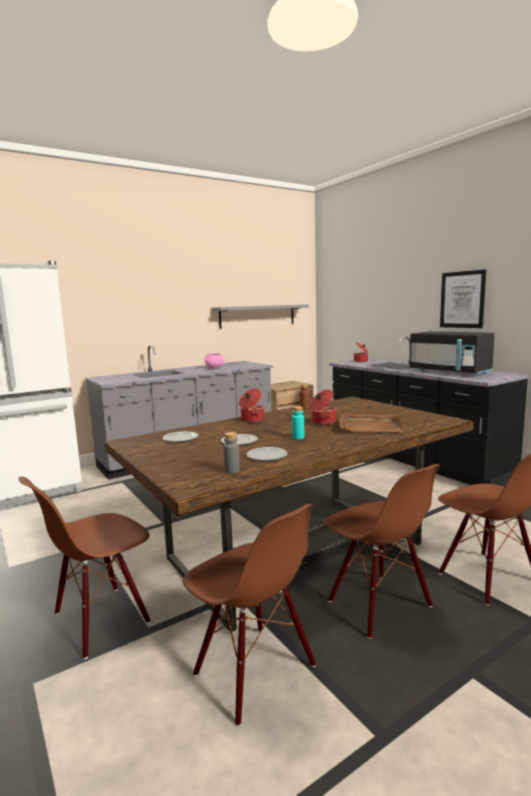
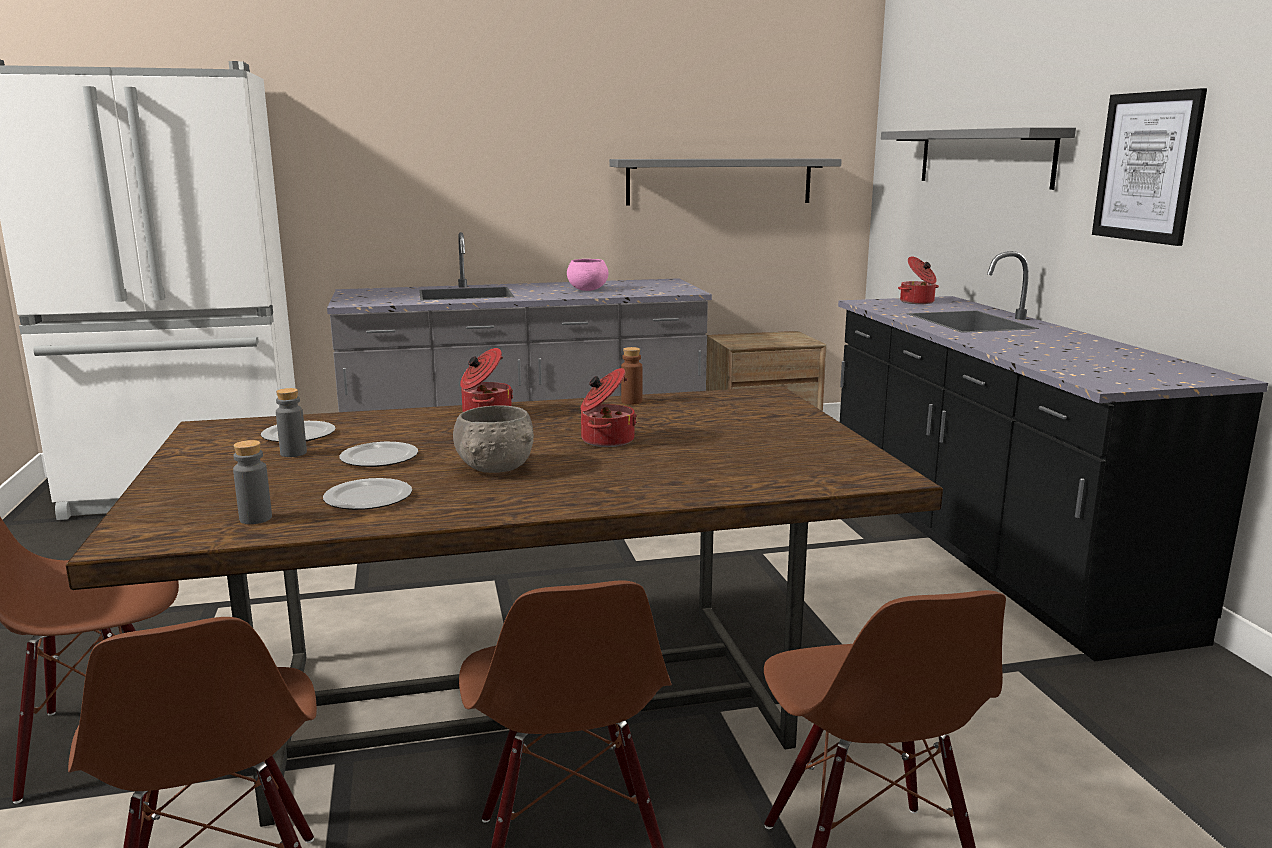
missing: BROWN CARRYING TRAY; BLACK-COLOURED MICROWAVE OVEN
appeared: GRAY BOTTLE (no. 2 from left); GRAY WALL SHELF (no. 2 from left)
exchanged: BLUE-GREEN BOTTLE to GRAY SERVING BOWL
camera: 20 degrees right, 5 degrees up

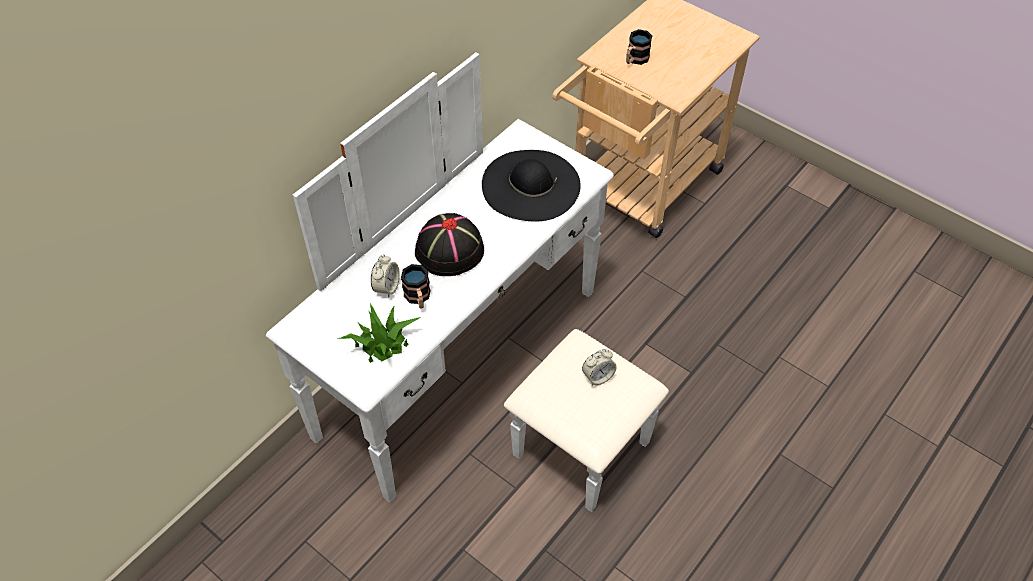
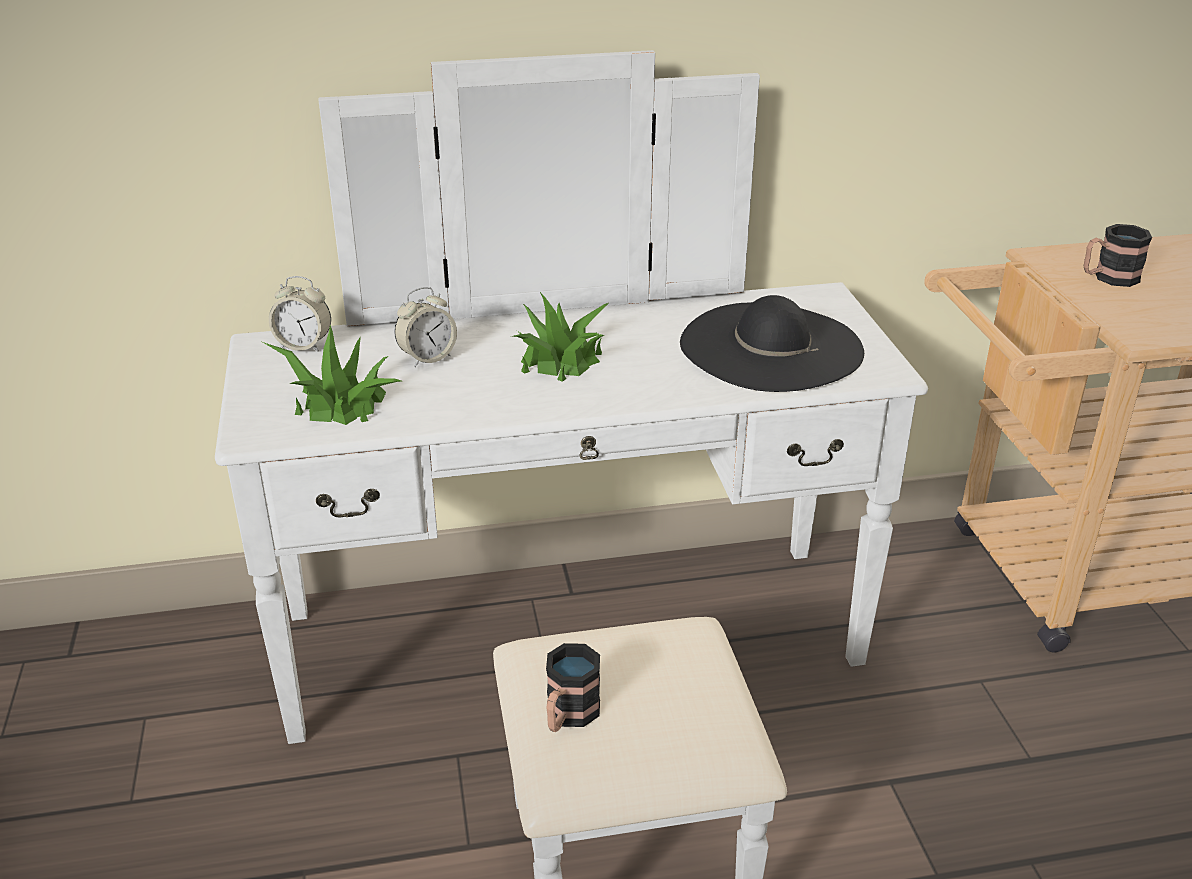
relocated: TEA MUG (no. 1 from left); TABLE CLOCK (no. 2 from left in the first image) to TABLE CLOCK (no. 1 from left)
exchanged: BLACK-COLOURED WEARABLE HAT (no. 1 from left) to POTTED PLANT (no. 2 from left)
camera: 40 degrees right, 20 degrees down

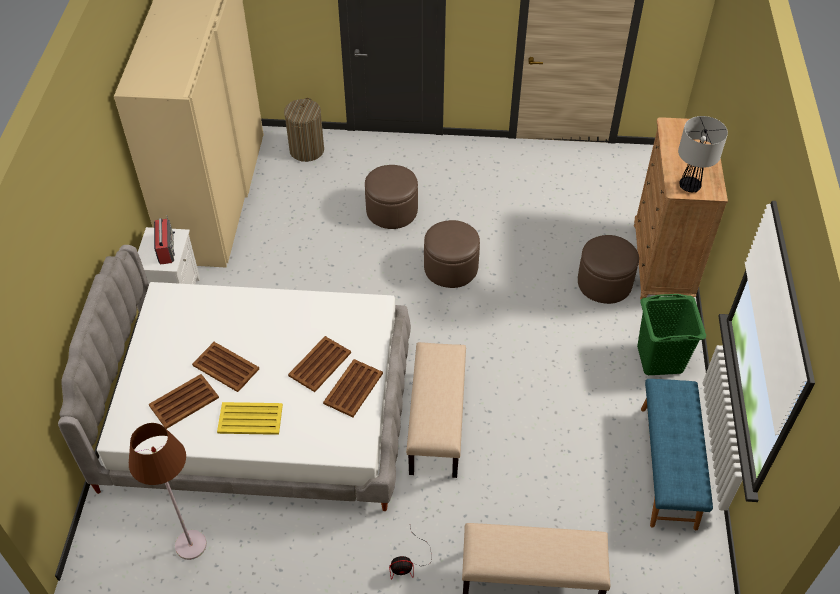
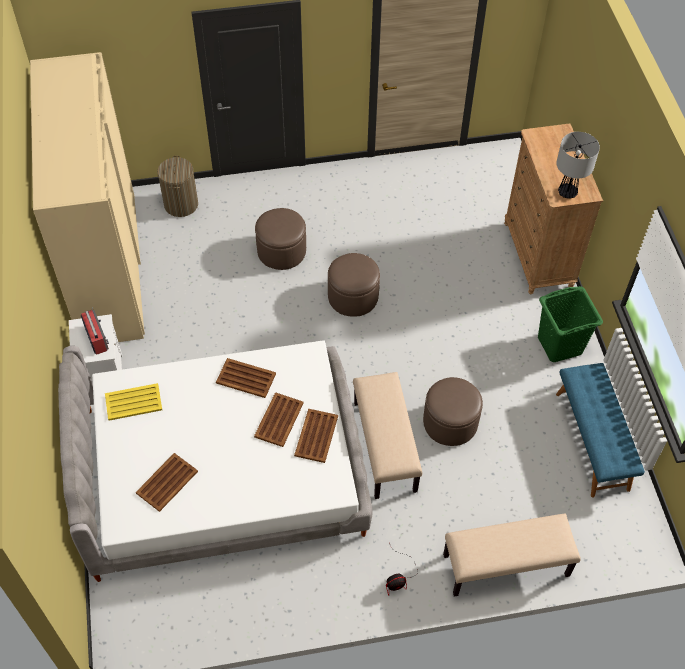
missing: BROWN FLOOR LAMP
relocated: BROWN CARRYING TRAY (no. 2 from left); YELLOW CARRYING TRAY; BROWN OTTOMAN (no. 3 from left)
camera: 15 degrees left, 5 degrees up

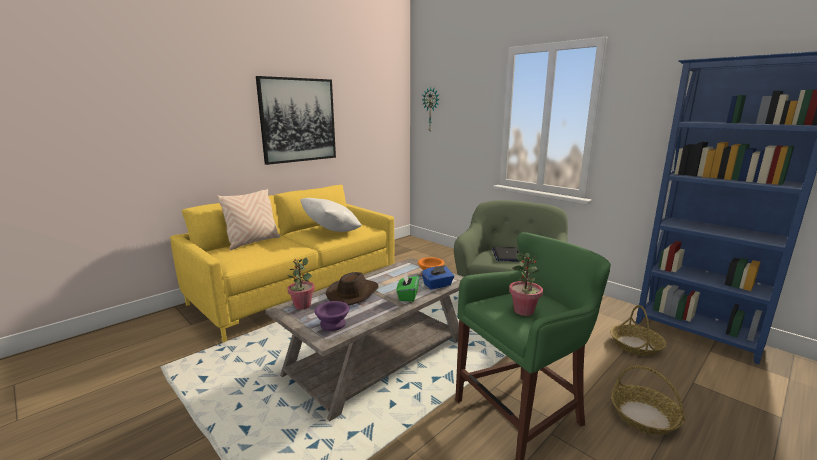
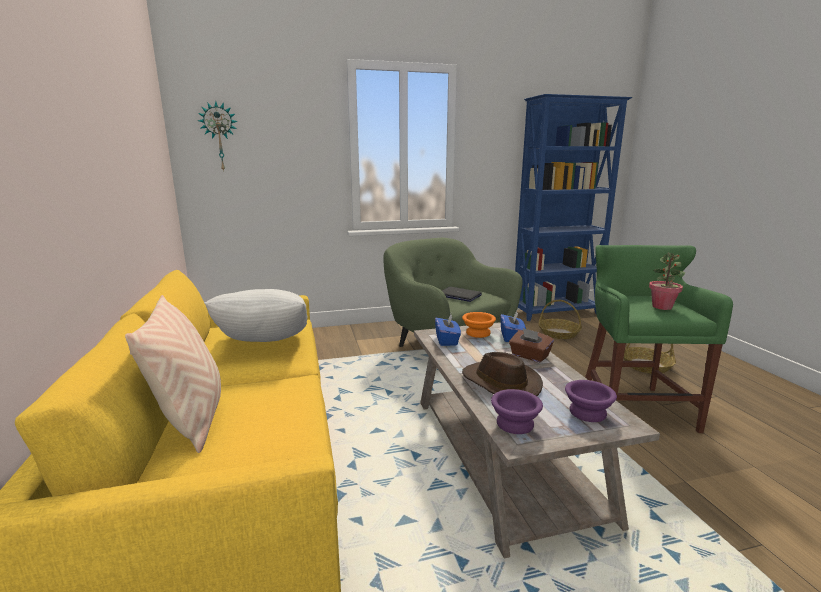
missing: PICTURE
appeared: BLUISH TISSUE HOLDER (no. 1 from left)
exchanged: POTTED PLANT (no. 1 from left) to PURPLISH SERVING BOWL (no. 1 from left)
colour: GREEN-COLOURED TISSUE HOLDER to BROWN TISSUE HOLDER
camera: 60 degrees left, 0 degrees up

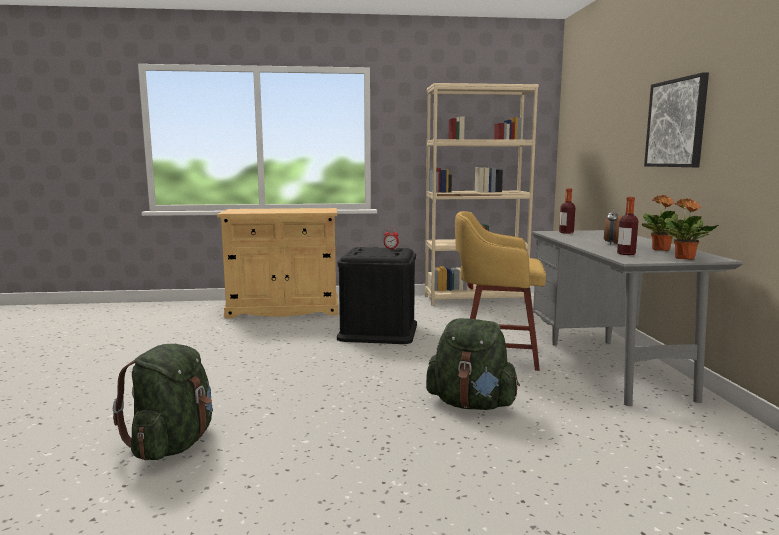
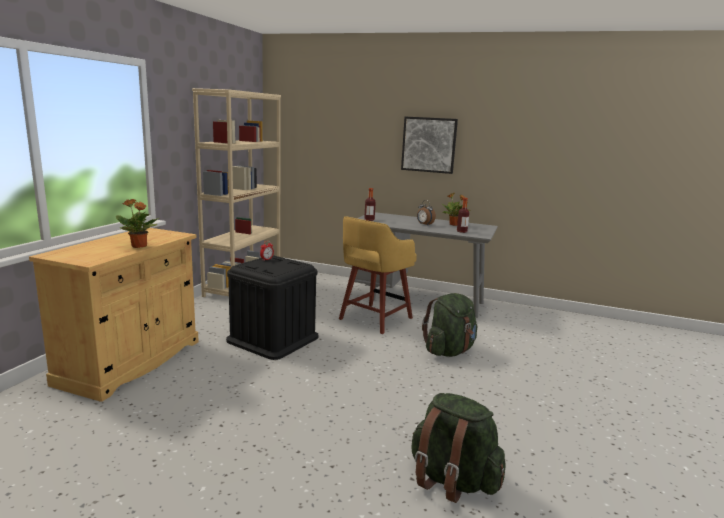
relocated: POTTED PLANT (no. 2 from left in the first image) to POTTED PLANT (no. 1 from left)
camera: 65 degrees left, 5 degrees up

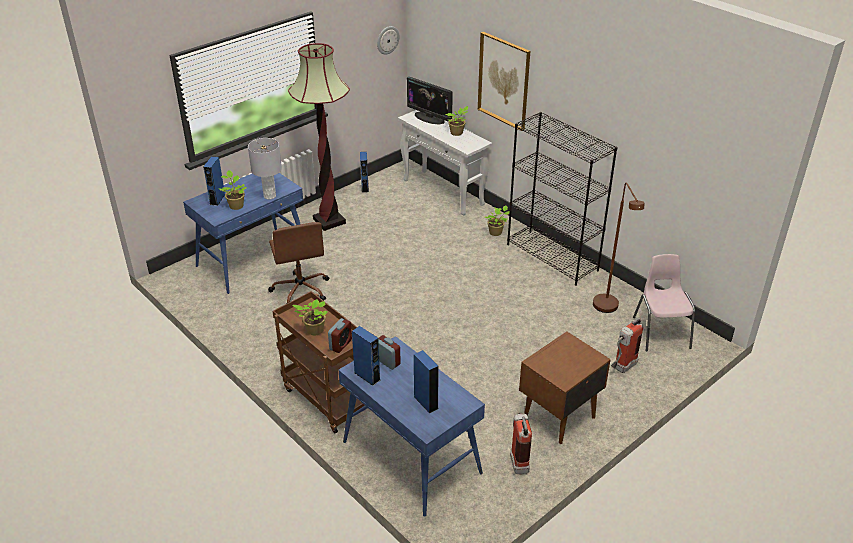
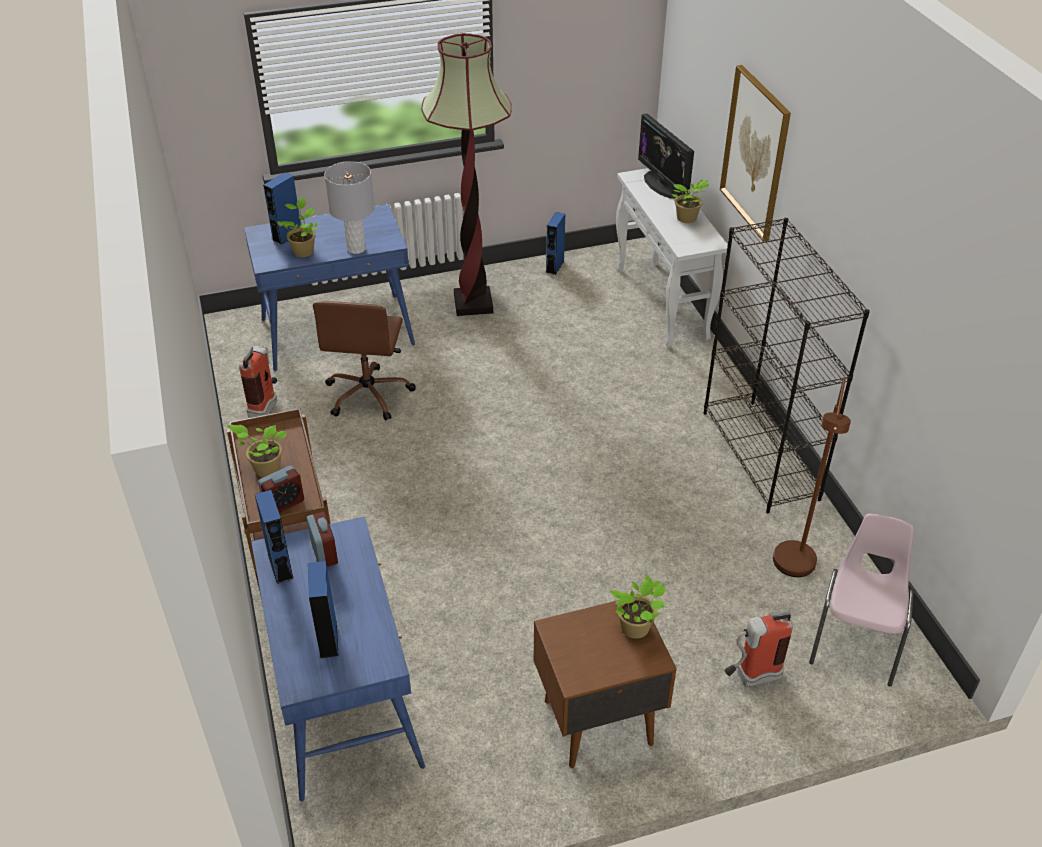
missing: WALL CLOCK
relocated: POTTED PLANT (no. 4 from left in the first image) to POTTED PLANT (no. 3 from left); FIRE-FIGHTING CYLINDER (no. 1 from left)
camera: 25 degrees right, 5 degrees up

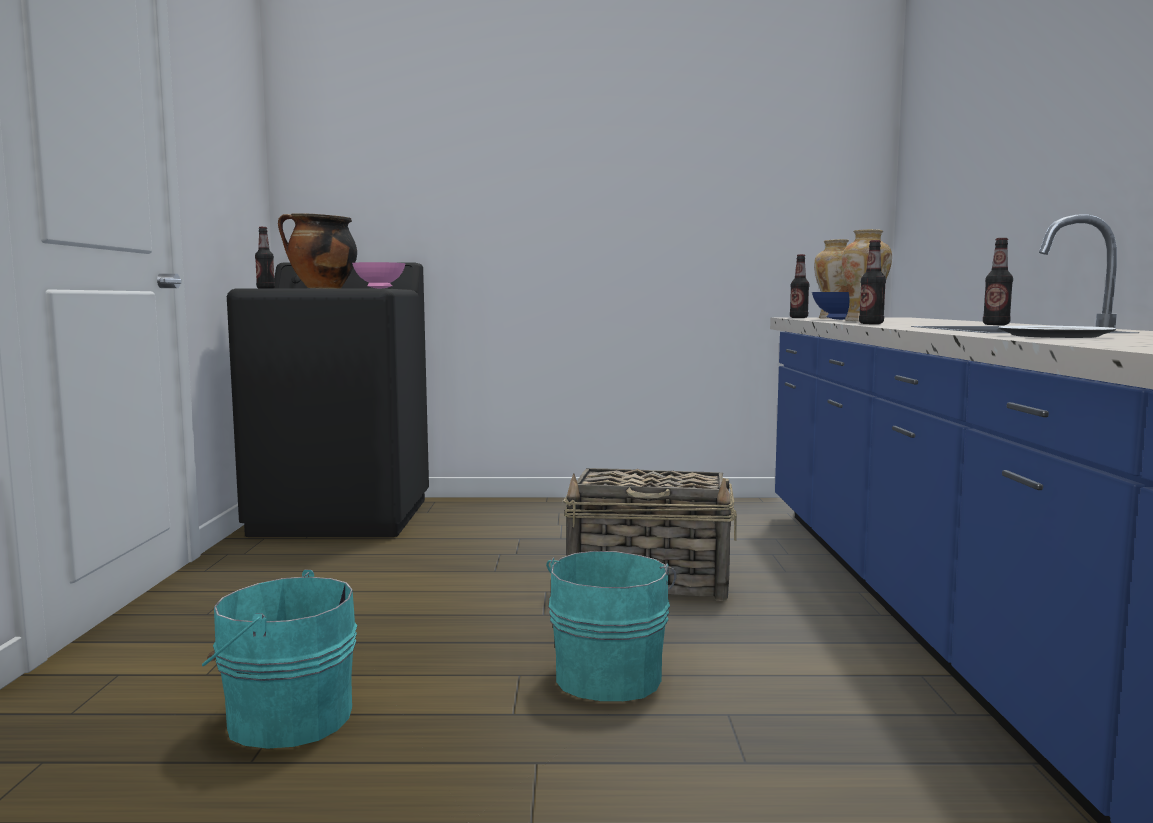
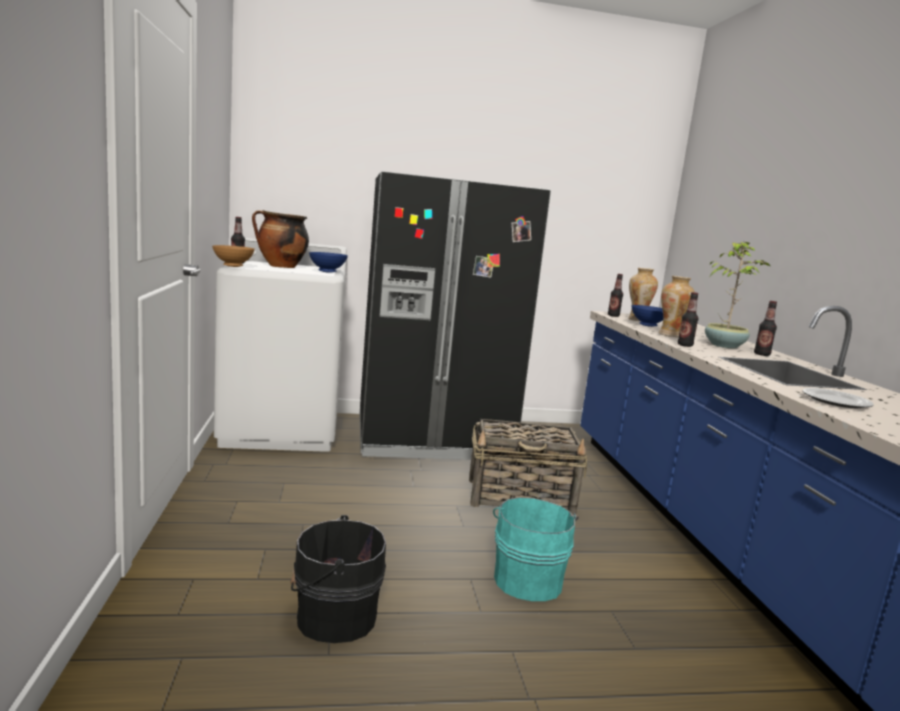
appeared: BROWN SERVING BOWL; BLACK-COLOURED REFRIGERATOR; POTTED PLANT
colour: BLUE-GREEN PAIL (no. 1 from left) to BLACK-COLOURED PAIL; BLACK-COLOURED LAUNDRY MACHINE to WHITISH LAUNDRY MACHINE; PINK SERVING BOWL to BLUISH SERVING BOWL (no. 1 from left)
camera: 10 degrees left, 5 degrees up

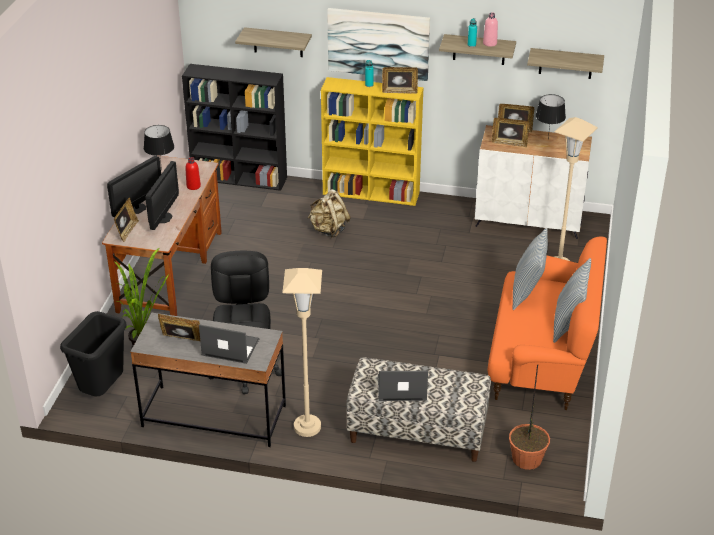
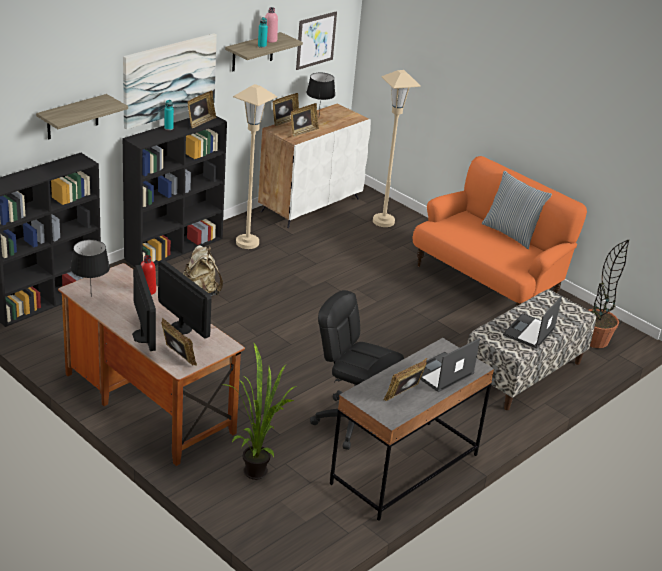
missing: BLACK-COLOURED RUBBISH BIN; CUSHION (no. 1 from left)
relocated: BEIGE FLOOR LAMP (no. 1 from left)
exchanged: WALL SHELF (no. 3 from left) to PICTURE (no. 2 from left)
colour: YELLOW BOOKCASE to BLACK-COLOURED BOOKCASE (no. 2 from left)
camera: 60 degrees left, 5 degrees down

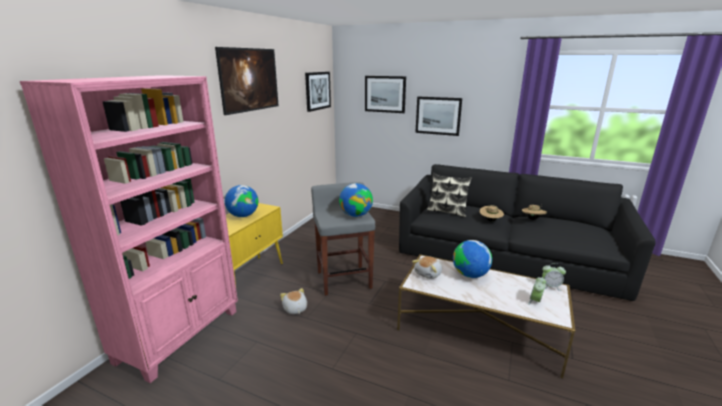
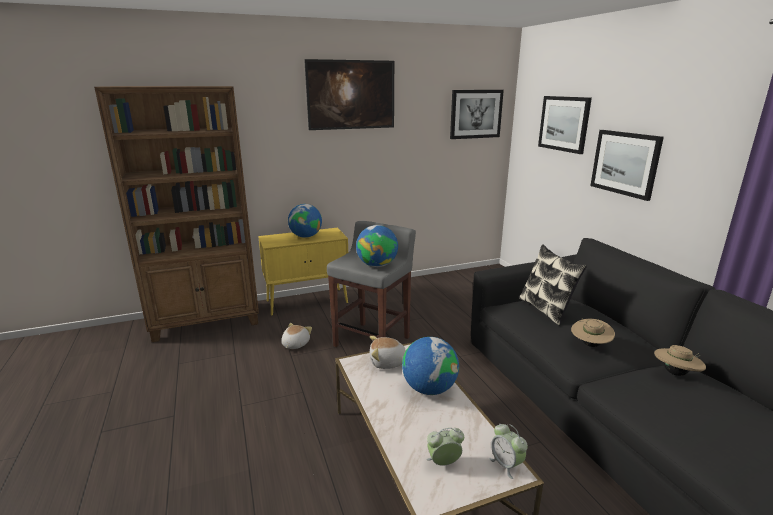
colour: PINK BOOKCASE to BROWN BOOKCASE
camera: 45 degrees right, 0 degrees up

